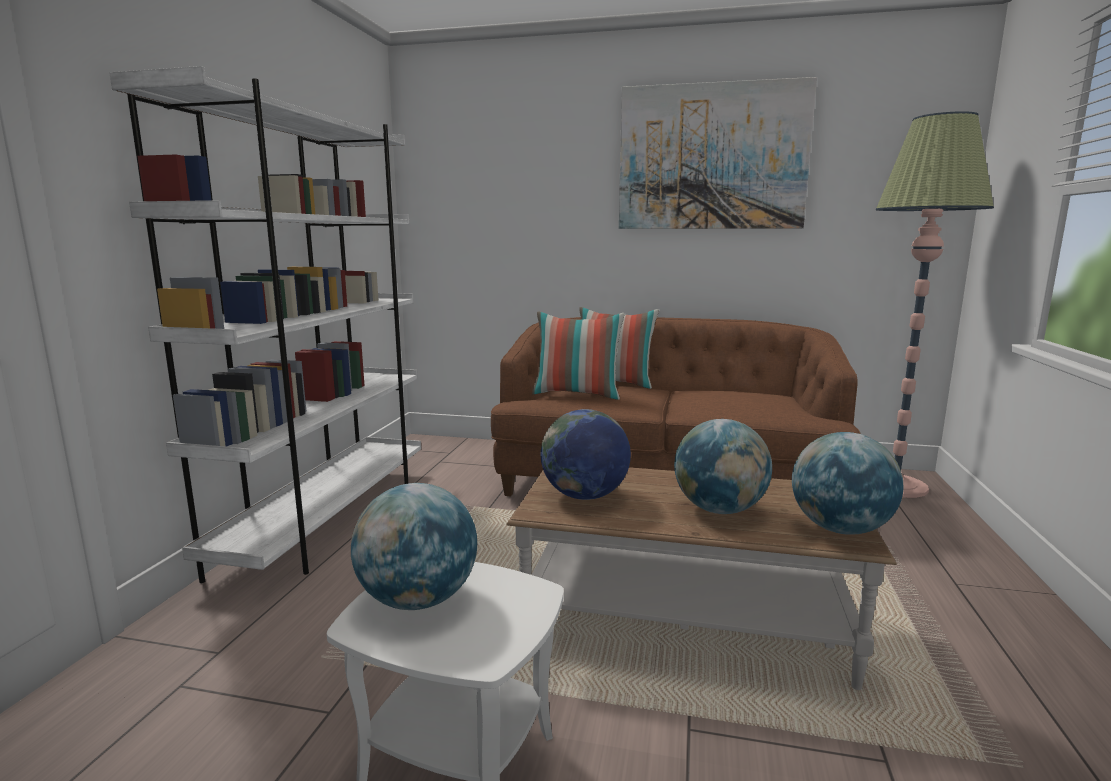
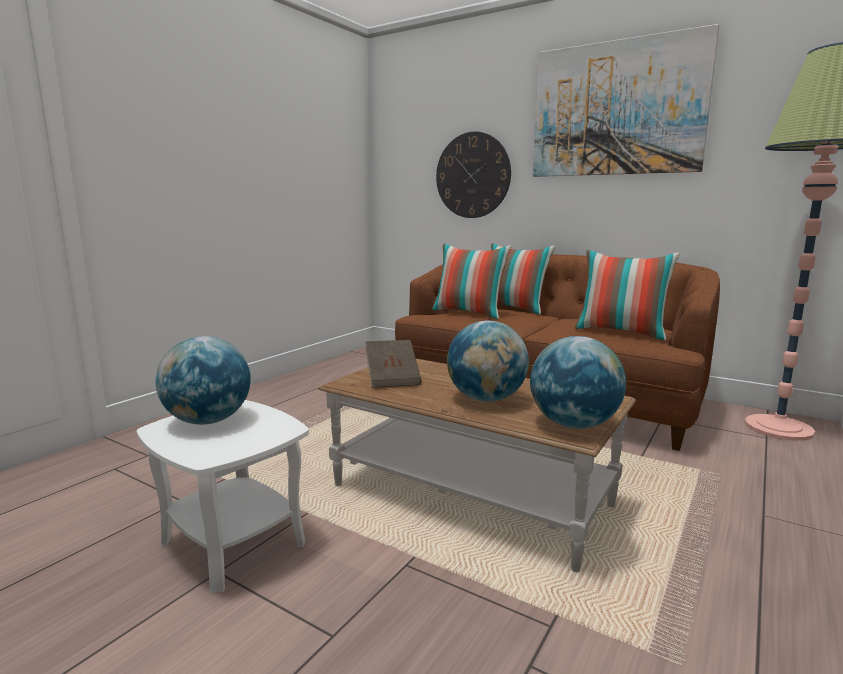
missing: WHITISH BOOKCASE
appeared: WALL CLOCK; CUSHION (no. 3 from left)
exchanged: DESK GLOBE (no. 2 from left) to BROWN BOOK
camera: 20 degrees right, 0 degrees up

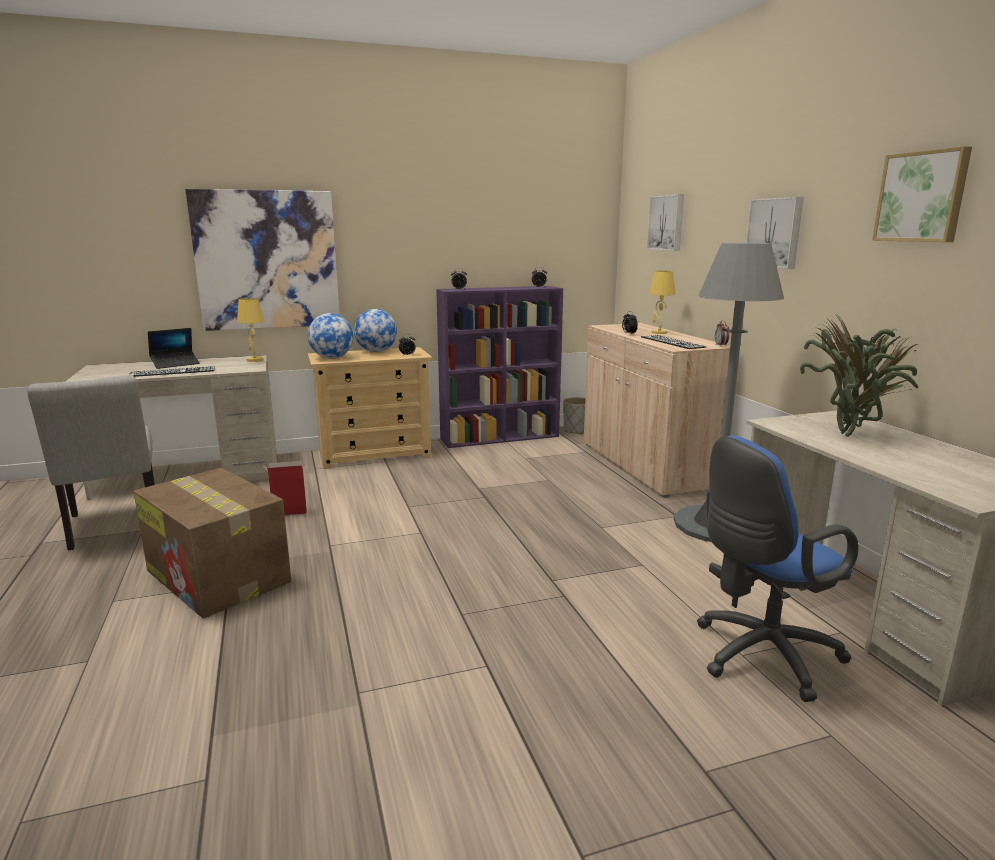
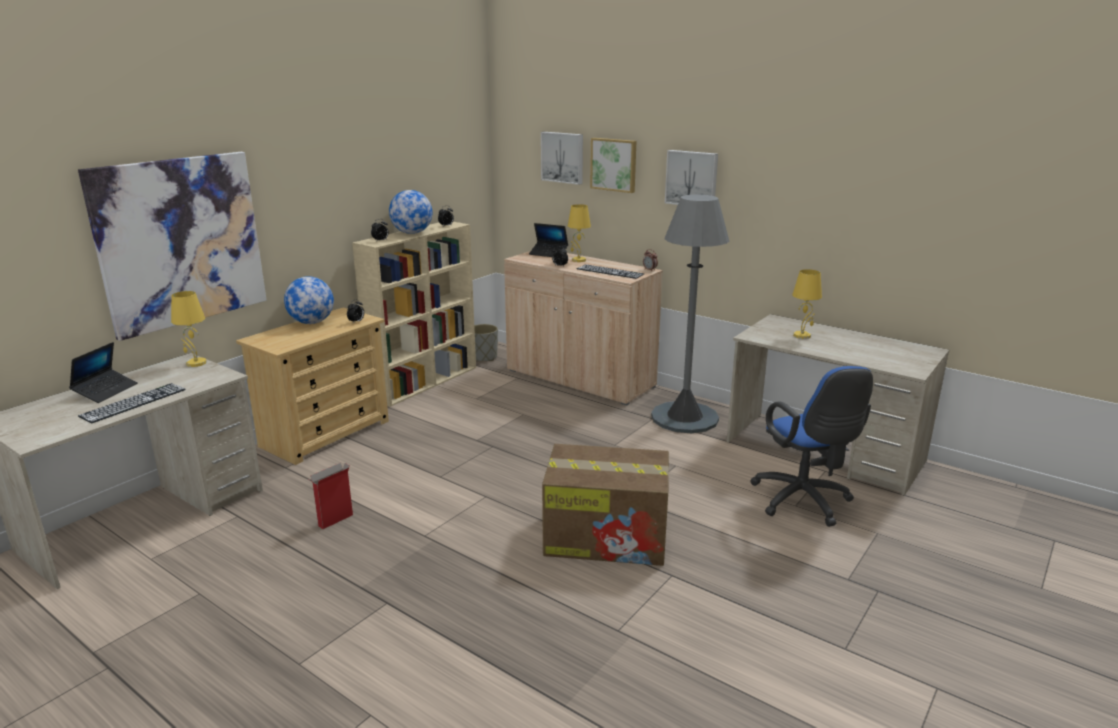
missing: GRAY CHAIR
appeared: LAPTOP (no. 2 from left)
relocated: PACKING BOX (no. 1 from left in the first image) to PACKING BOX (no. 2 from left); DESK GLOBE (no. 1 from left in the first image) to DESK GLOBE (no. 2 from left); PICTURE (no. 4 from left in the first image) to PICTURE (no. 3 from left)
exchanged: POTTED PLANT to YELLOW LAMP FOR A TABLE (no. 3 from left)
colour: PURPLISH BOOKCASE to BEIGE BOOKCASE
spun: BLUISH COMPUTER CHAIR 45 degrees counterclockwise
camera: 35 degrees left, 5 degrees up

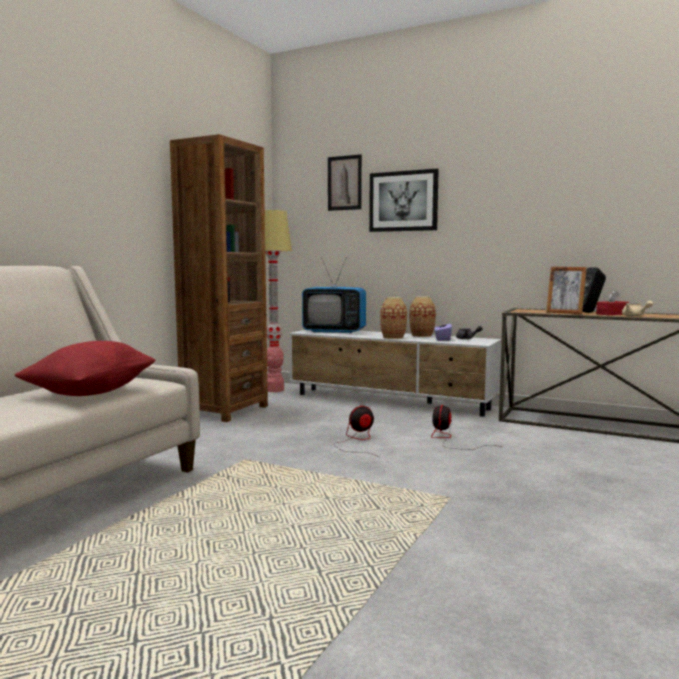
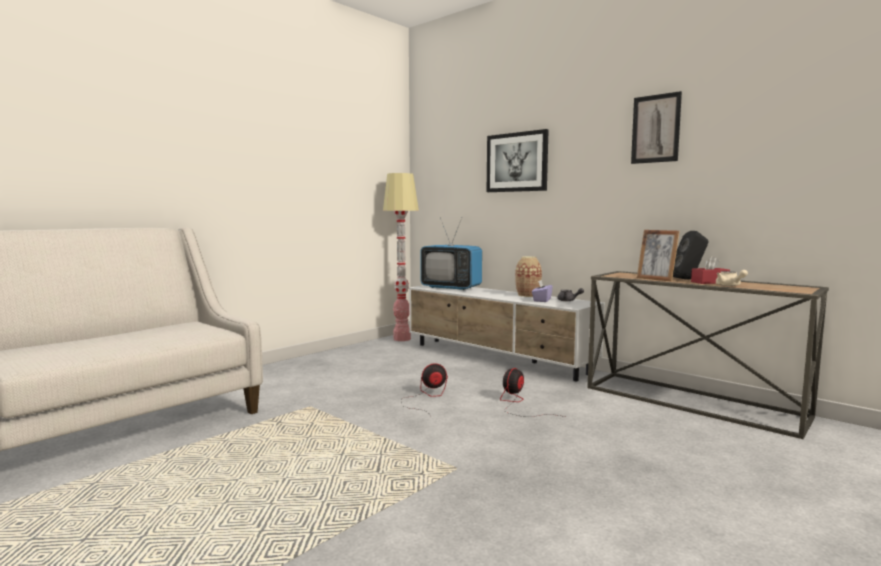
missing: RED-COLOURED CUSHION; BROWN BOOKCASE; DECORATIVE VASE (no. 1 from left)
relocated: PICTURE (no. 1 from left in the first image) to PICTURE (no. 2 from left)
camera: 15 degrees right, 0 degrees up

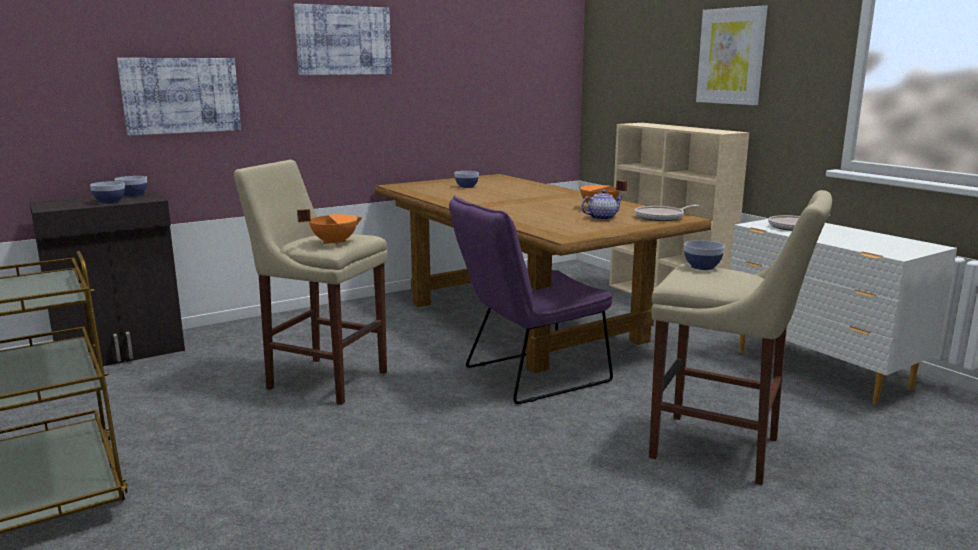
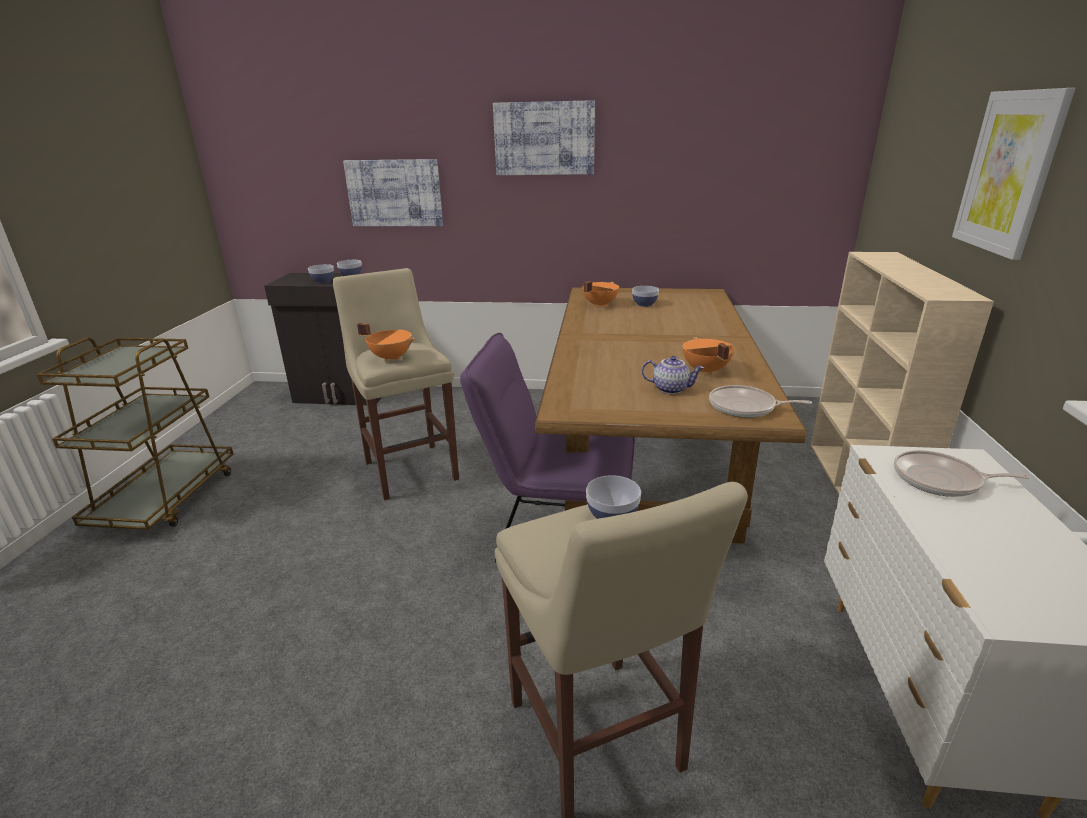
appeared: ORANGE-COLOURED STOCKPOT (no. 2 from left)
camera: 40 degrees right, 10 degrees up

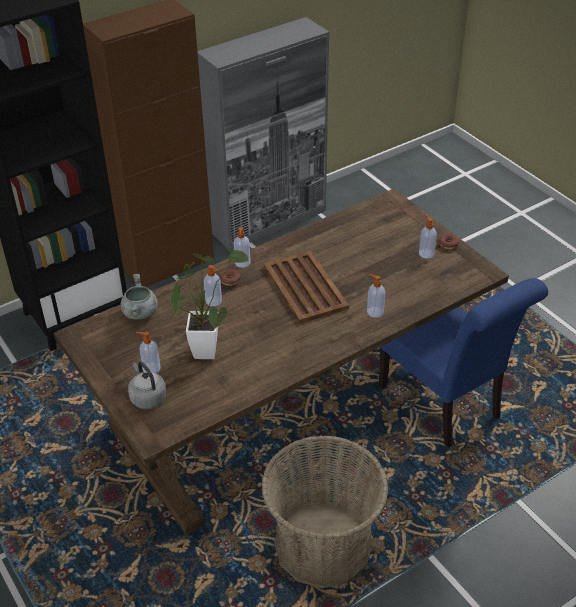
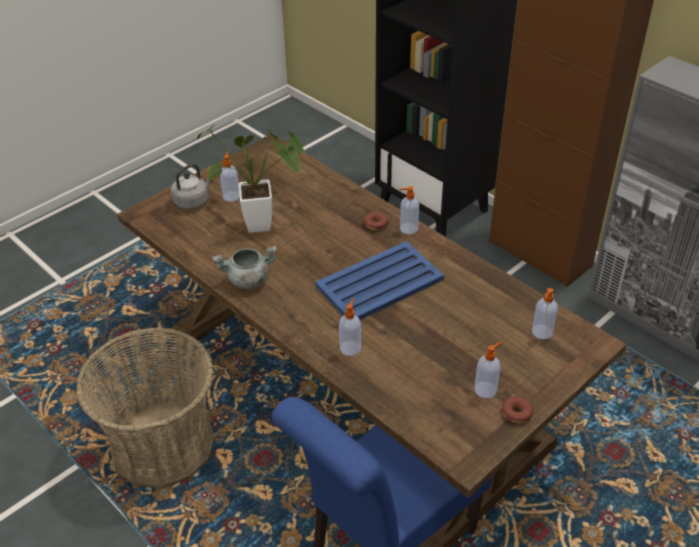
relocated: GRAY STOCKPOT; SOAP BOTTLE (no. 2 from left in the first image) to SOAP BOTTLE (no. 5 from left)
colour: BROWN CARRYING TRAY to BLUISH CARRYING TRAY
camera: 80 degrees right, 0 degrees up

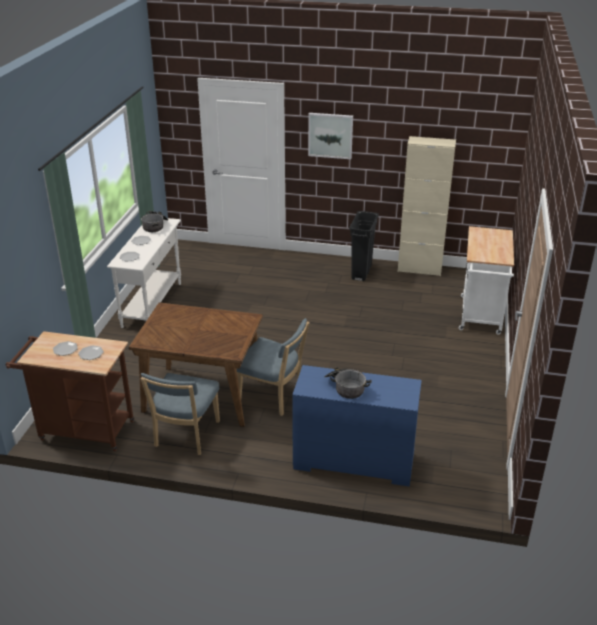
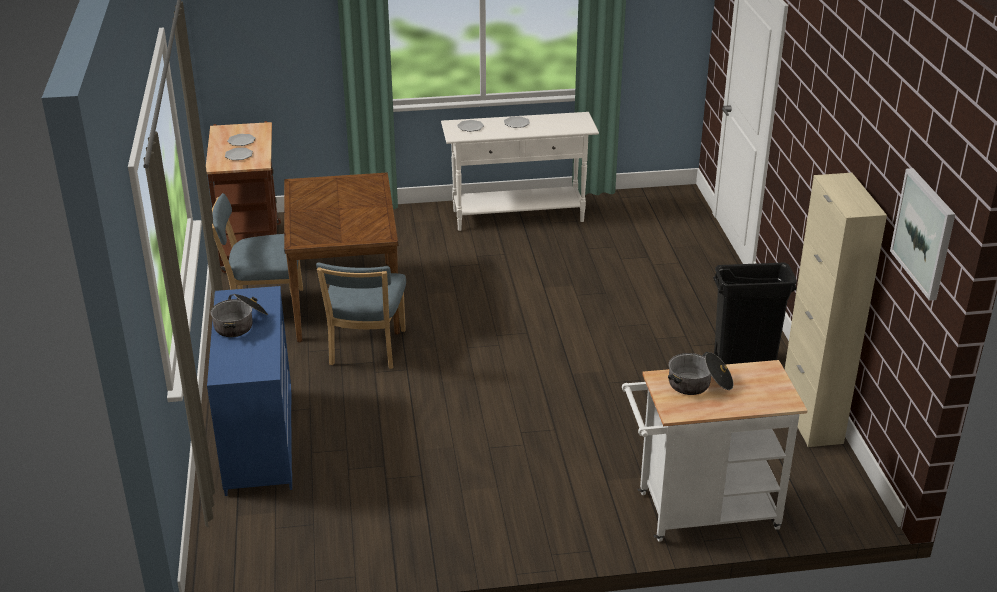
relocated: STOCKPOT (no. 1 from left in the first image) to STOCKPOT (no. 2 from left); PICTURE
camera: 70 degrees right, 0 degrees up

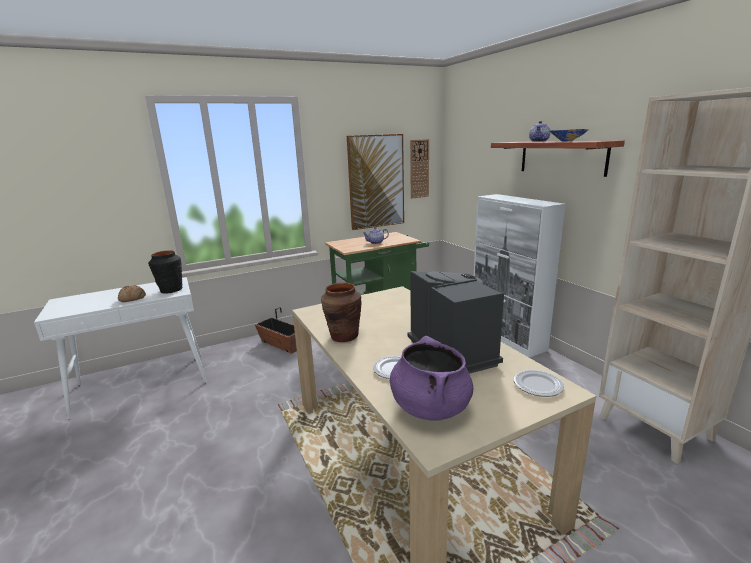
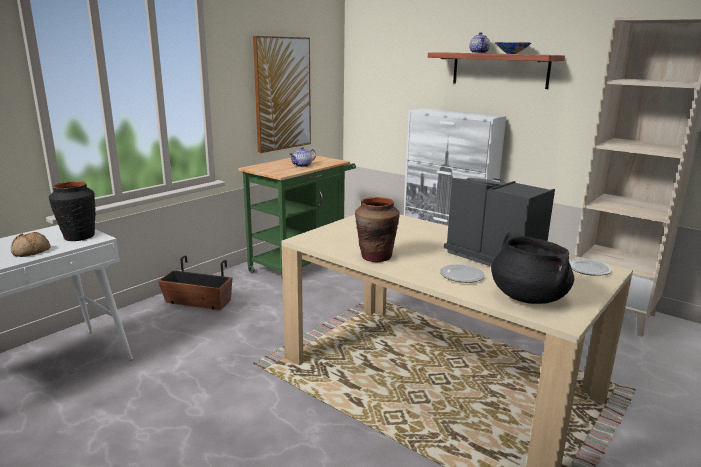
missing: WALL CLOCK
colour: PURPLISH STOCKPOT to BLACK-COLOURED STOCKPOT
camera: 25 degrees left, 0 degrees up

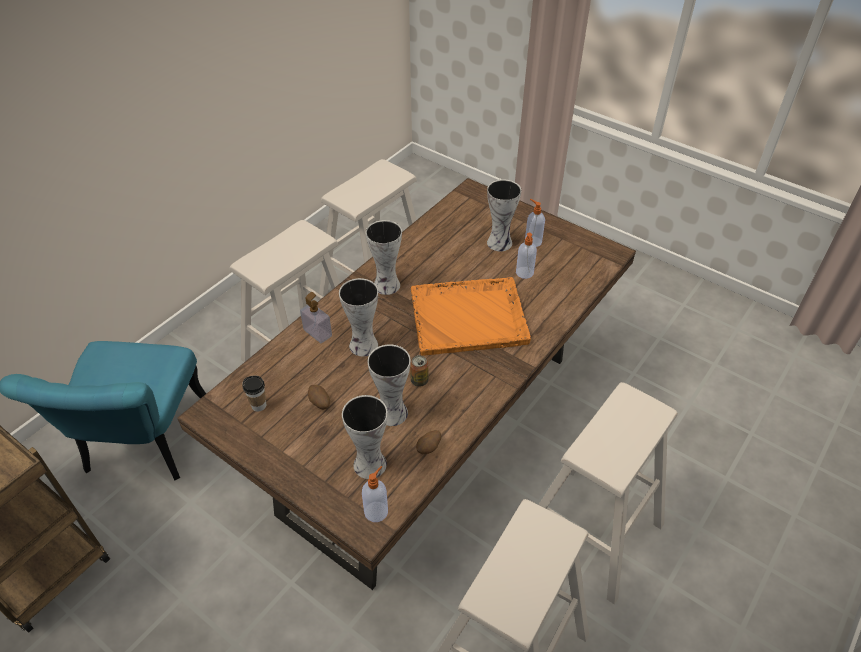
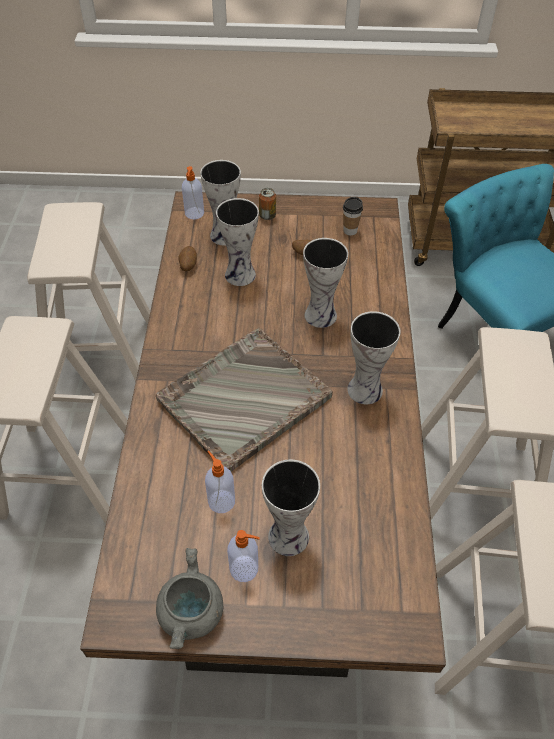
missing: SOAP BOTTLE (no. 1 from left)
appeared: GRAY STOCKPOT
relocated: SEALED CAN
colour: ORANGE-COLOURED CARRYING TRAY to GRAY CARRYING TRAY
camera: 145 degrees right, 5 degrees up

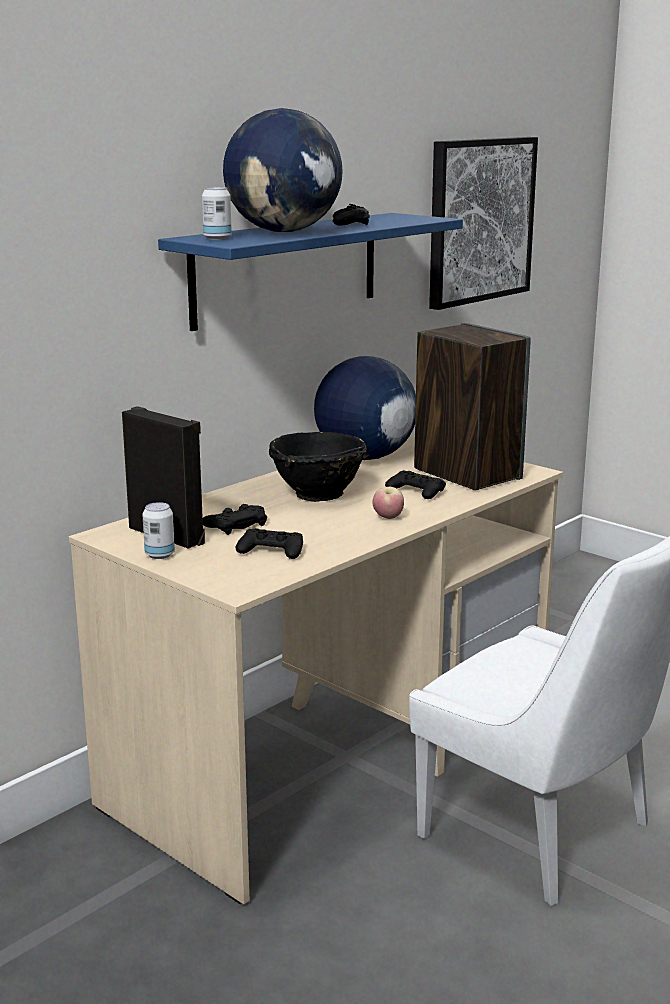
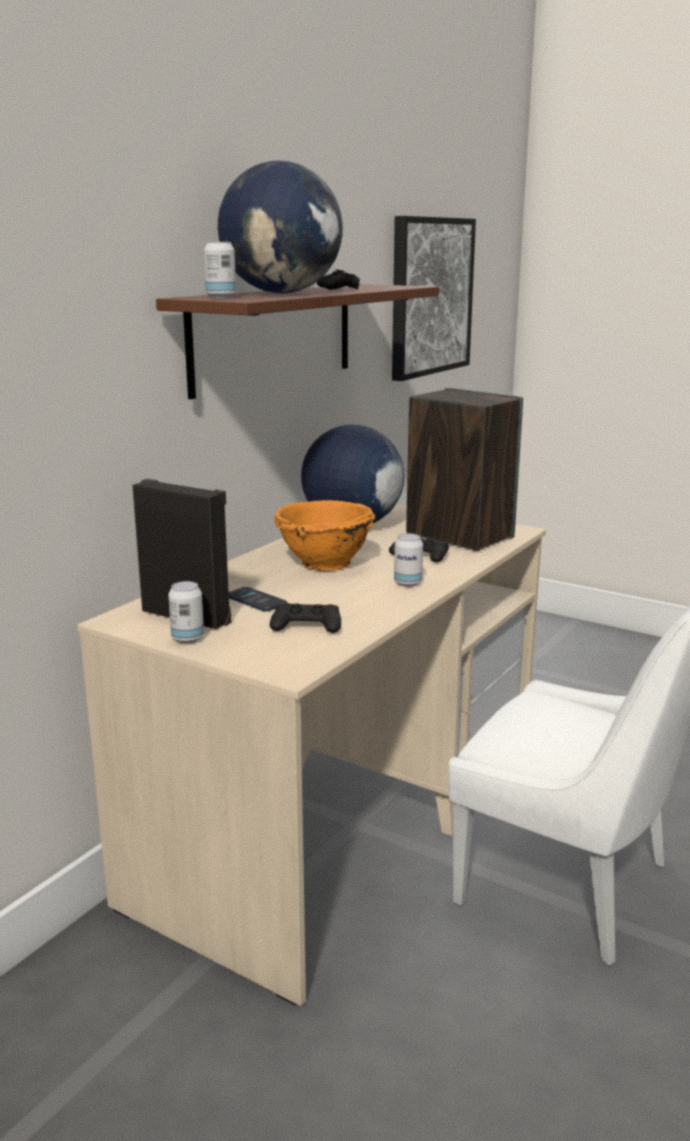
exchanged: BLACK-COLOURED JOYPAD (no. 1 from left) to PHONE; APPLE to SEALED CAN (no. 3 from left)
colour: BLUISH WALL SHELF to BROWN WALL SHELF; BLACK-COLOURED SERVING BOWL to ORANGE-COLOURED SERVING BOWL
camera: 10 degrees left, 0 degrees up

